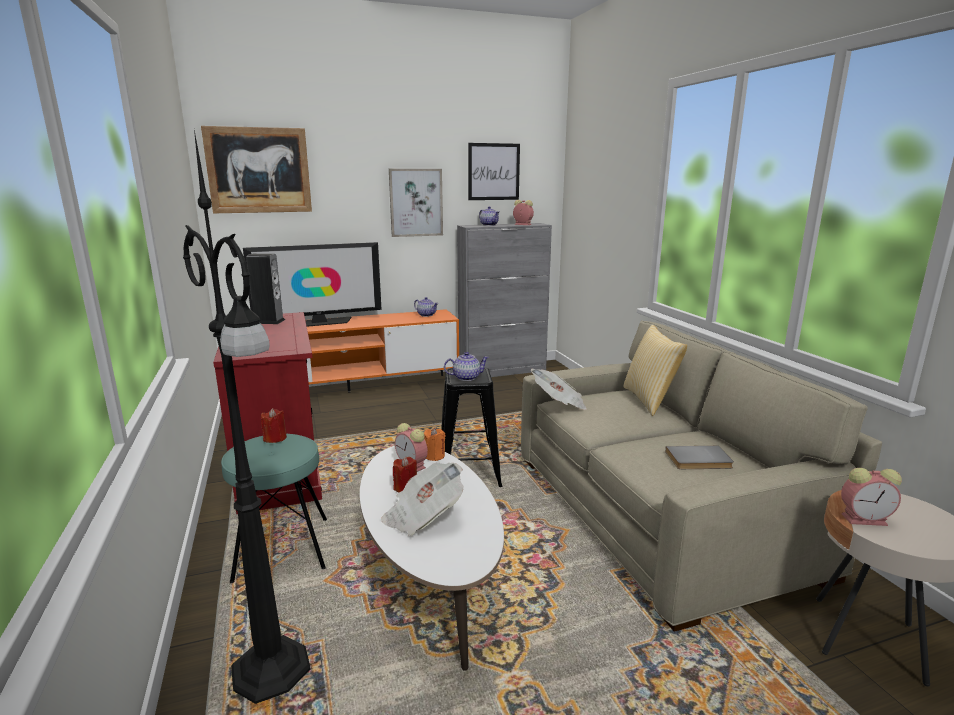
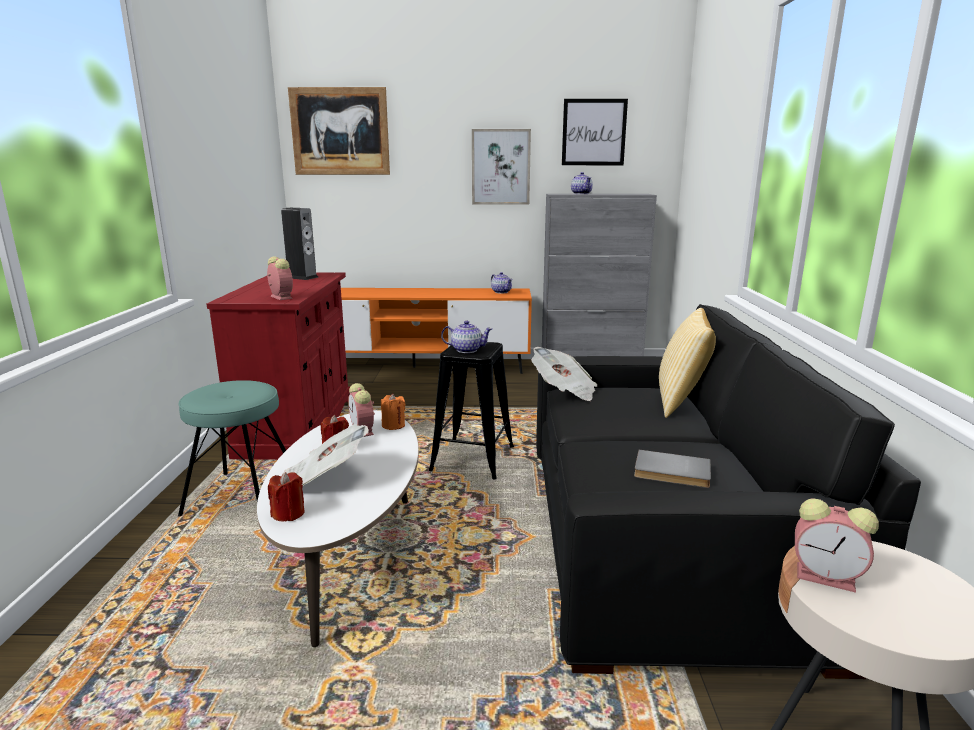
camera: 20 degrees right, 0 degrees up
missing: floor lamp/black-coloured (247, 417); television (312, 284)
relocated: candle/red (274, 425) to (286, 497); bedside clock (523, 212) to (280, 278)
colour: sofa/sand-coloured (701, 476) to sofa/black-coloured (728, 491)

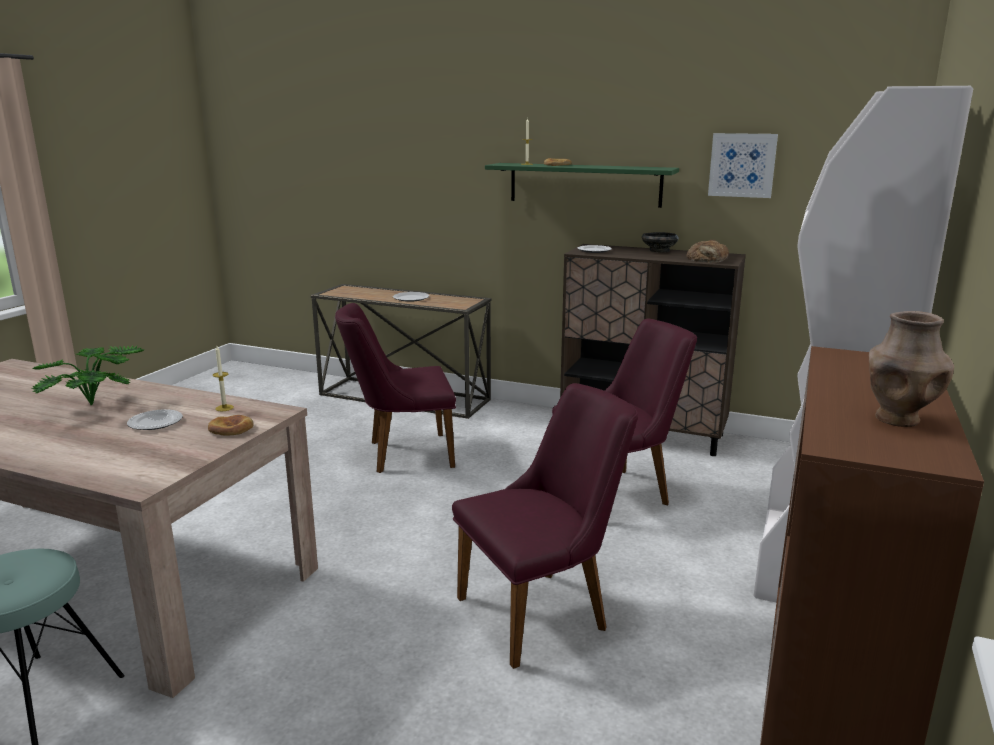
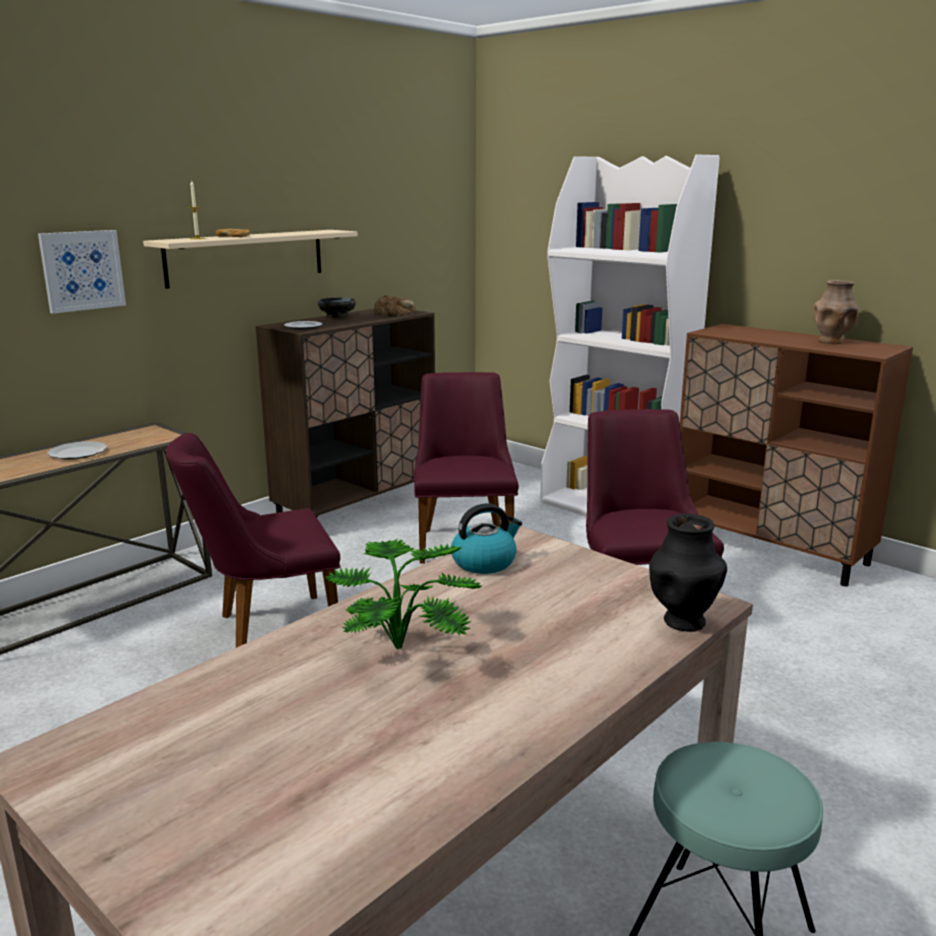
camera: 70 degrees left, 0 degrees up
missing: plate (155, 419); baked bread (231, 425)
appeared: vase/black-coloured (688, 573)
relocated: wall picture (743, 165) to (82, 272)
exchanged: candle (223, 378) to kettle (486, 538)
colour: bracket shelf/green-coloured (582, 185) to bracket shelf/sand-coloured (250, 259)
spun: plain chair/purplish (395, 388) = (253, 540) 60 degrees clockwise

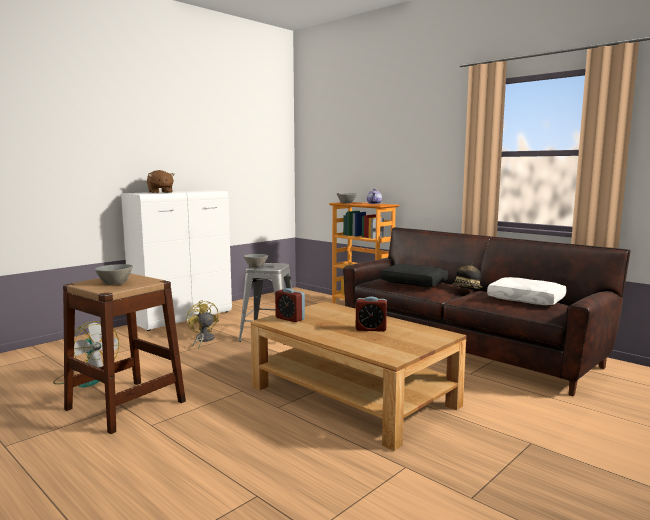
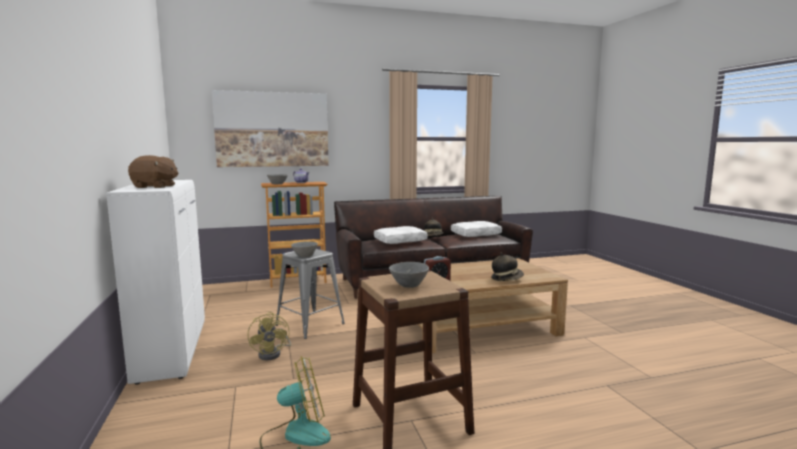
camera: 60 degrees left, 0 degrees up
missing: bedside clock (371, 314)
appeared: wall picture (270, 128); clothing hat (508, 267)
colour: cushion/black-coloured (414, 275) to cushion/white-coloured (400, 235)
spun: fan/yellow (202, 325) = (269, 336) 105 degrees counterclockwise

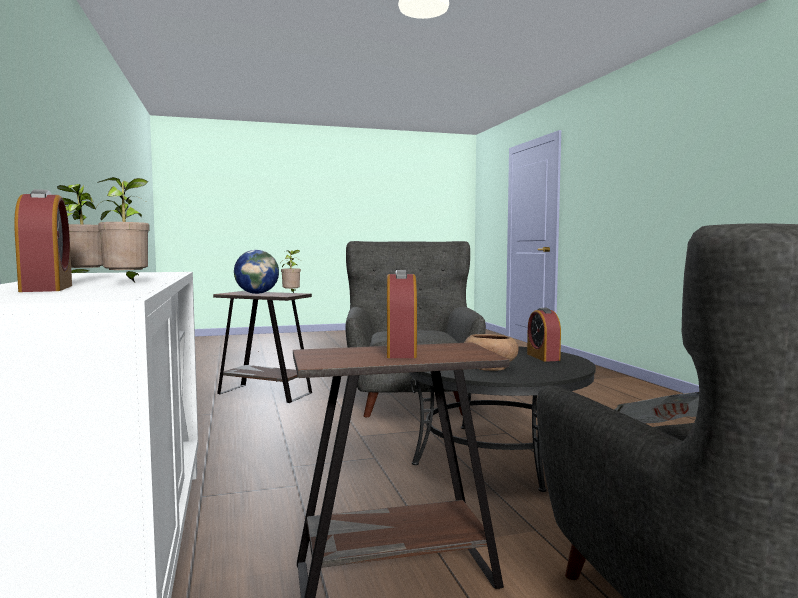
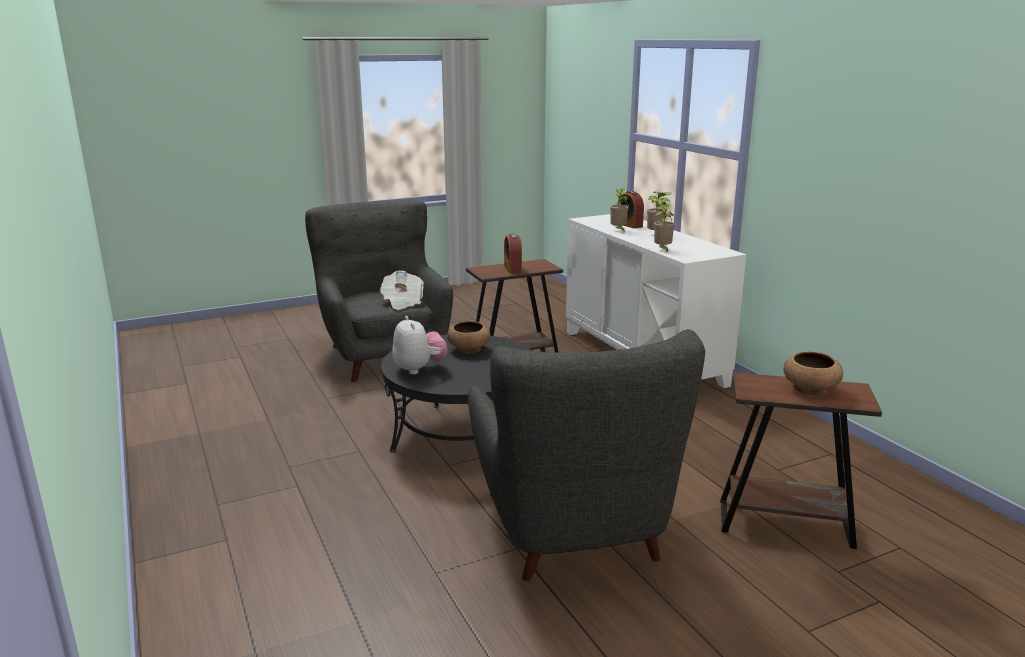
camera: 170 degrees right, 15 degrees up
relocated: potted plant (291, 271) to (664, 227)
exchanged: globe (256, 272) to deep dish/brown-coloured (813, 373); bedside clock (544, 335) to plush toy (420, 345)

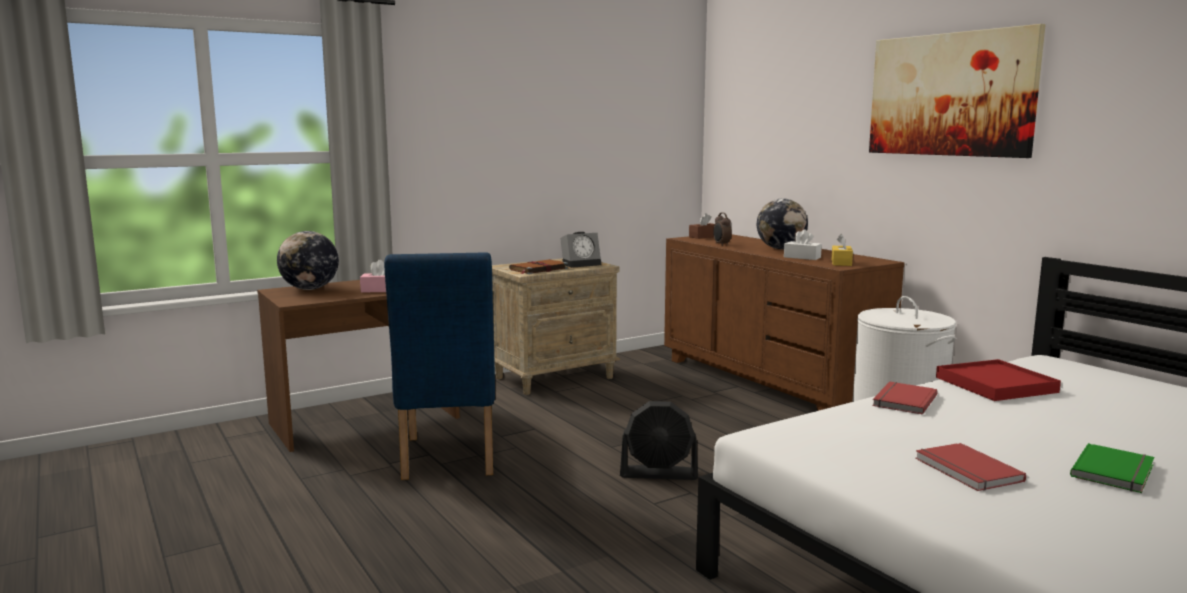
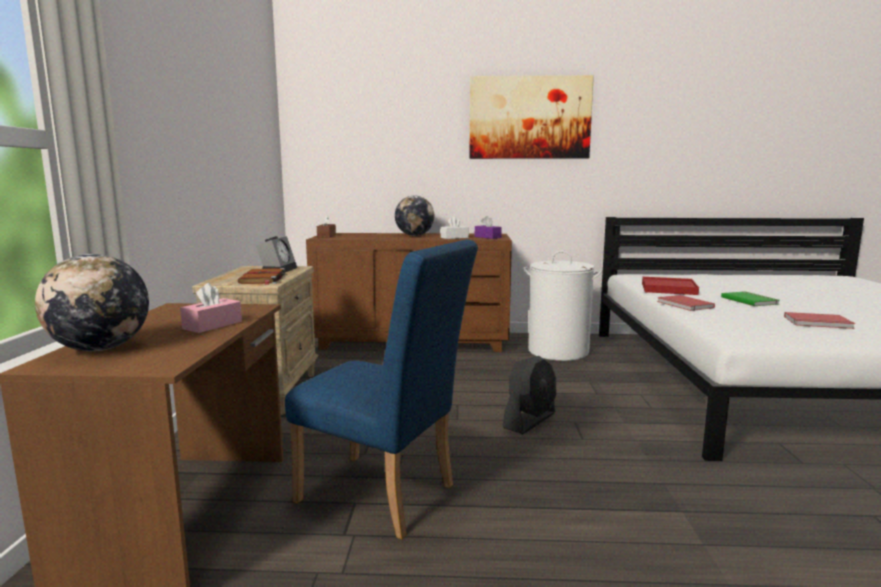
camera: 55 degrees left, 0 degrees up
missing: bedside clock (722, 229)
relocated: bound book/green-coloured (1112, 468) to (750, 298)
colour: tissue box/yellow (842, 250) to tissue box/purplish (488, 227)

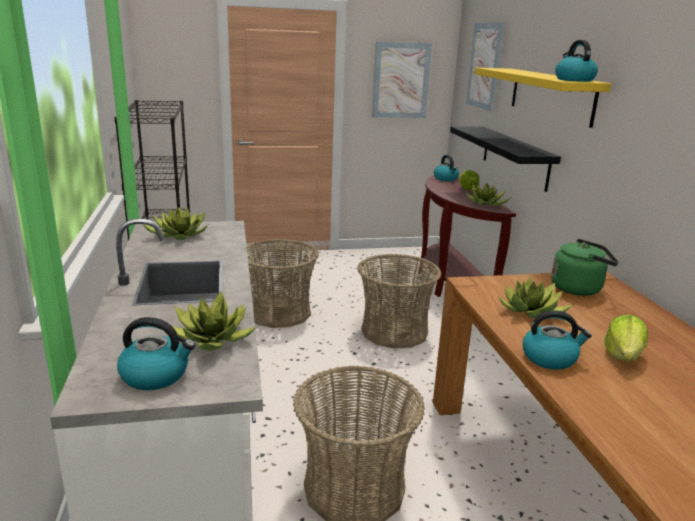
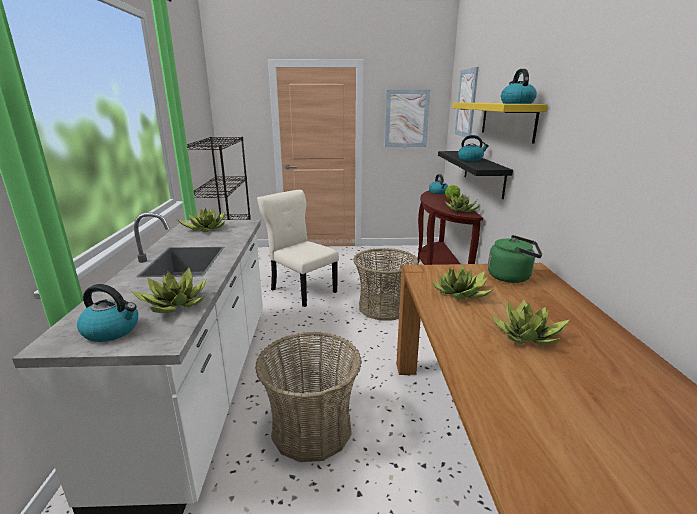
camera: 10 degrees right, 0 degrees up
relocated: kettle (557, 340) to (473, 148)
exchanged: basket (283, 283) to plain chair/sand-coloured (298, 248); lettuce head (626, 338) to potted plant (530, 322)

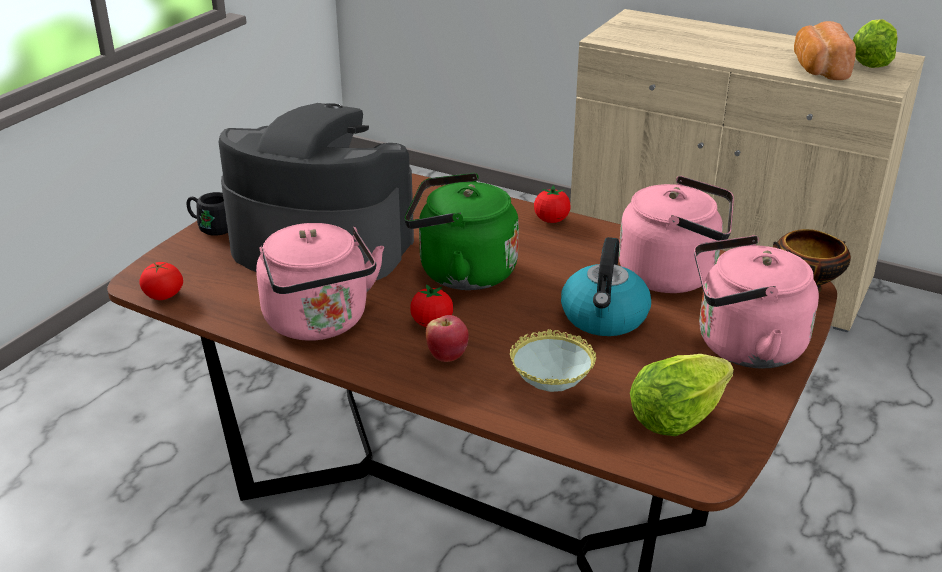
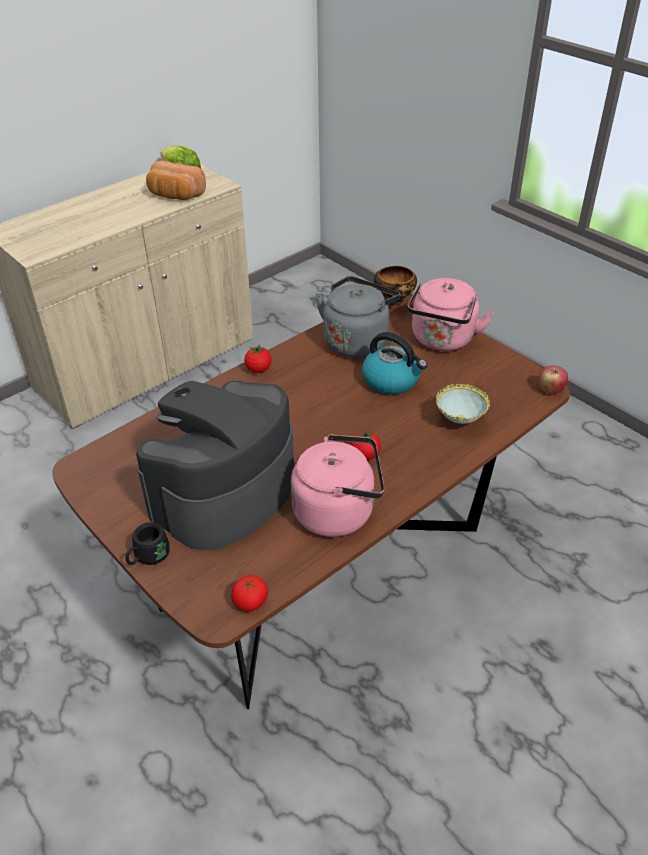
camera: 70 degrees left, 10 degrees up
missing: kettle/green-coloured (461, 231); lettuce head (682, 395)
relocated: apple (447, 338) to (553, 380)
colour: kettle/pink-coloured (676, 234) to kettle/grey (358, 316)

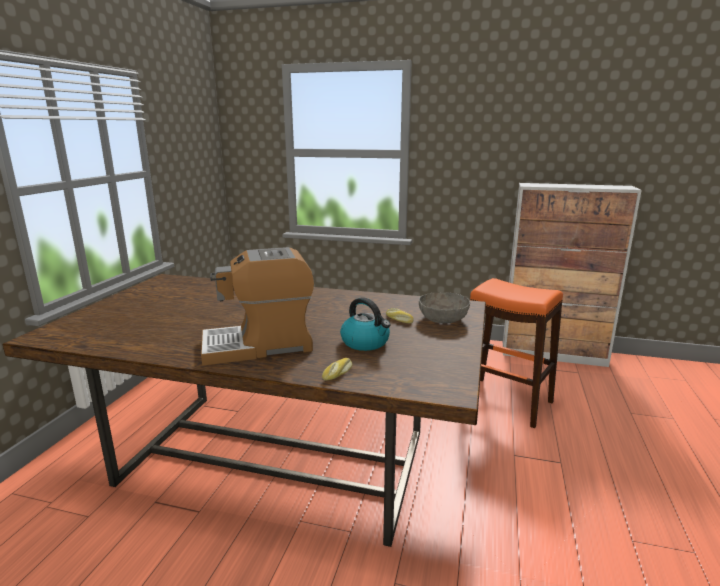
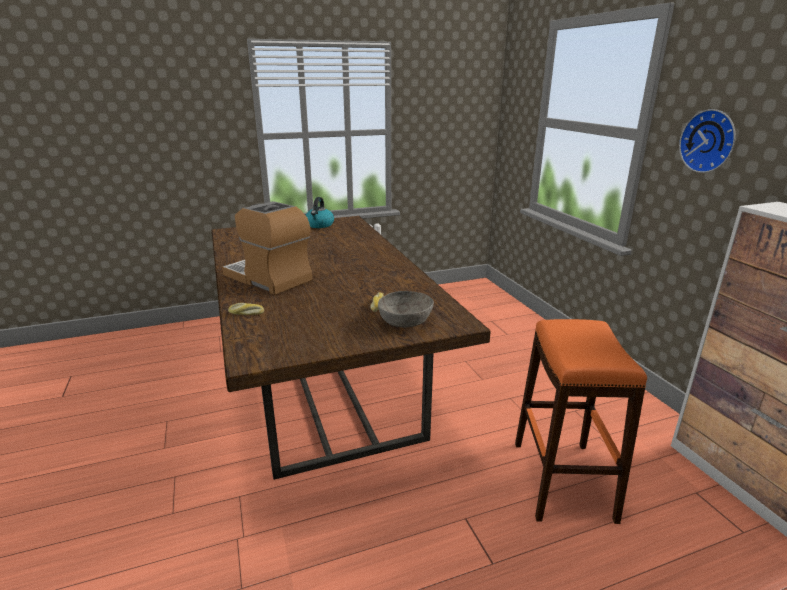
camera: 55 degrees right, 5 degrees up
appeared: wall clock (707, 141)
relocated: kettle (365, 324) to (320, 212)

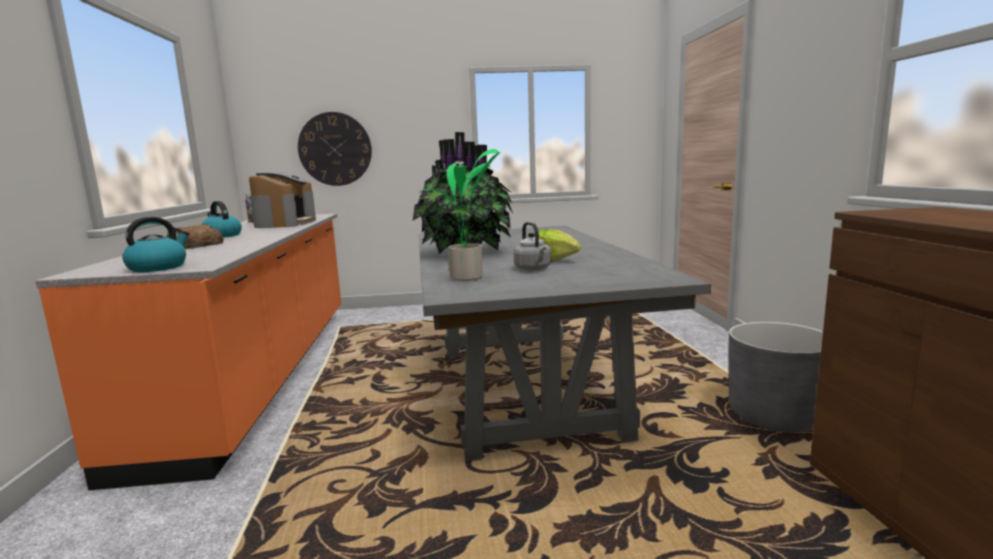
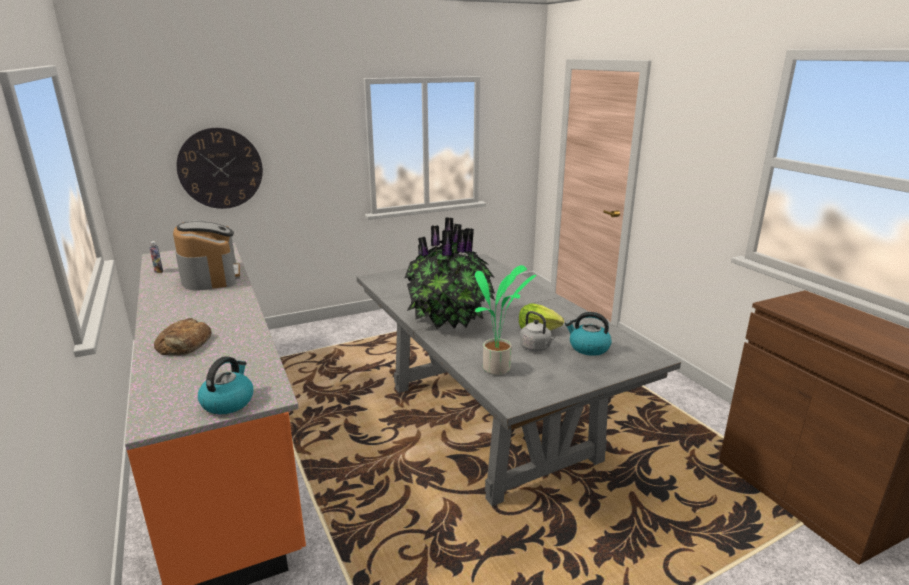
camera: 20 degrees left, 10 degrees up
missing: flower pot/grey (776, 377)
relocated: kettle (222, 219) to (588, 334)

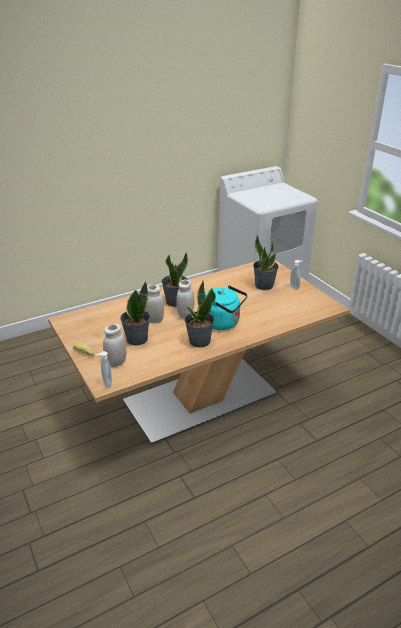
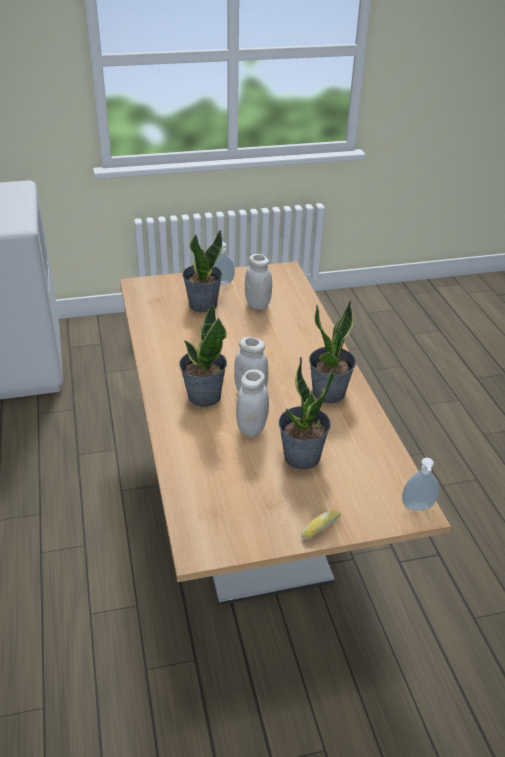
camera: 75 degrees left, 5 degrees up
missing: kettle/blue-green (227, 307)
relocated: preserve jar/white-coloured (115, 345) to (258, 282)

